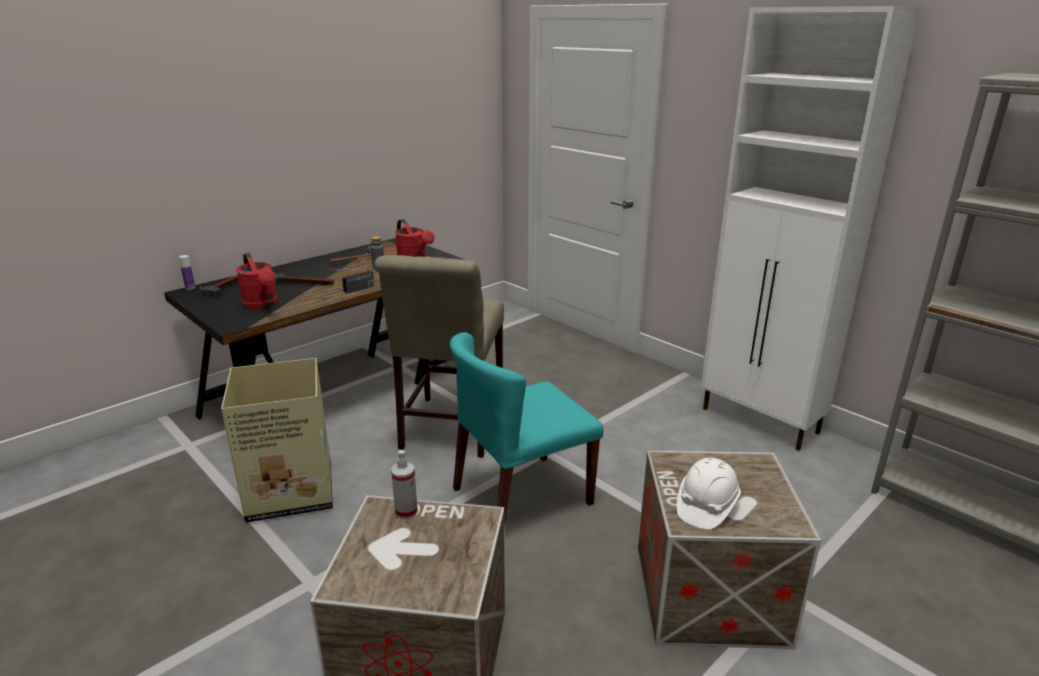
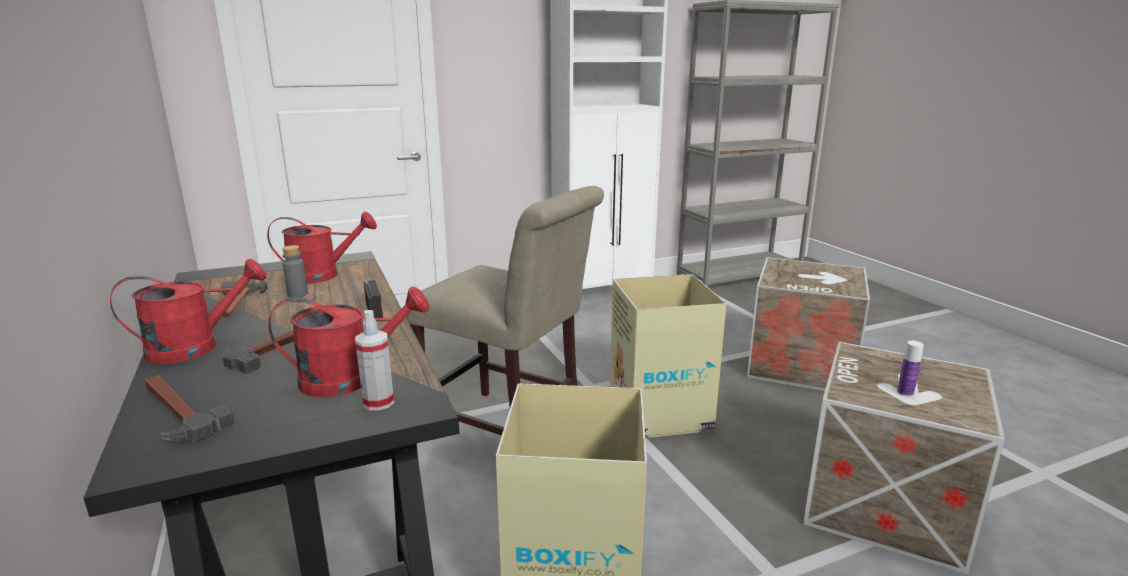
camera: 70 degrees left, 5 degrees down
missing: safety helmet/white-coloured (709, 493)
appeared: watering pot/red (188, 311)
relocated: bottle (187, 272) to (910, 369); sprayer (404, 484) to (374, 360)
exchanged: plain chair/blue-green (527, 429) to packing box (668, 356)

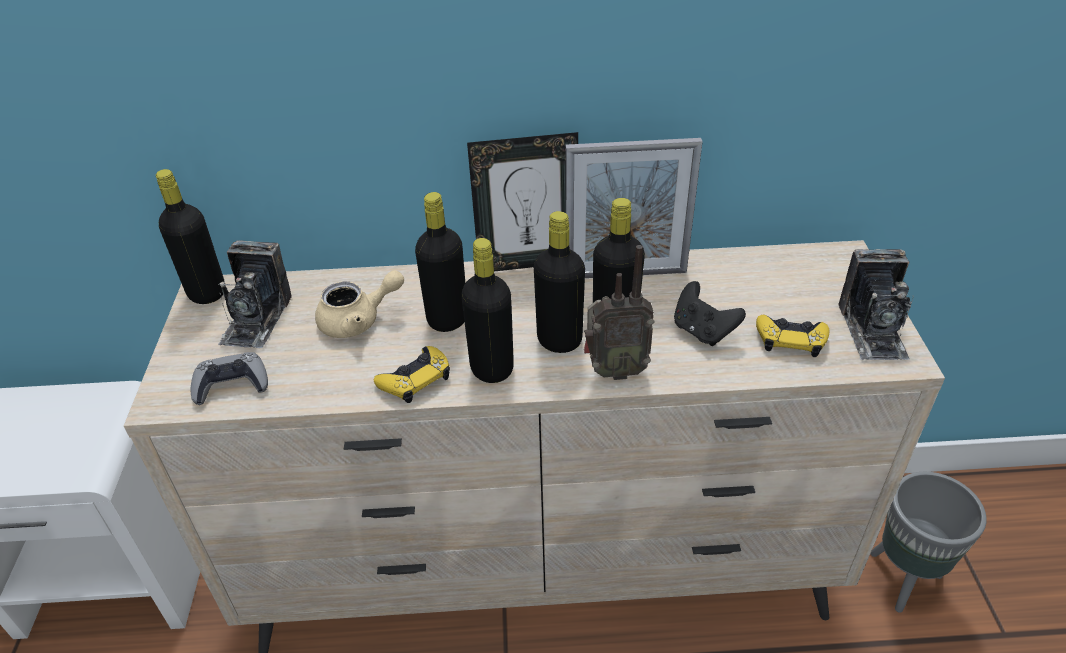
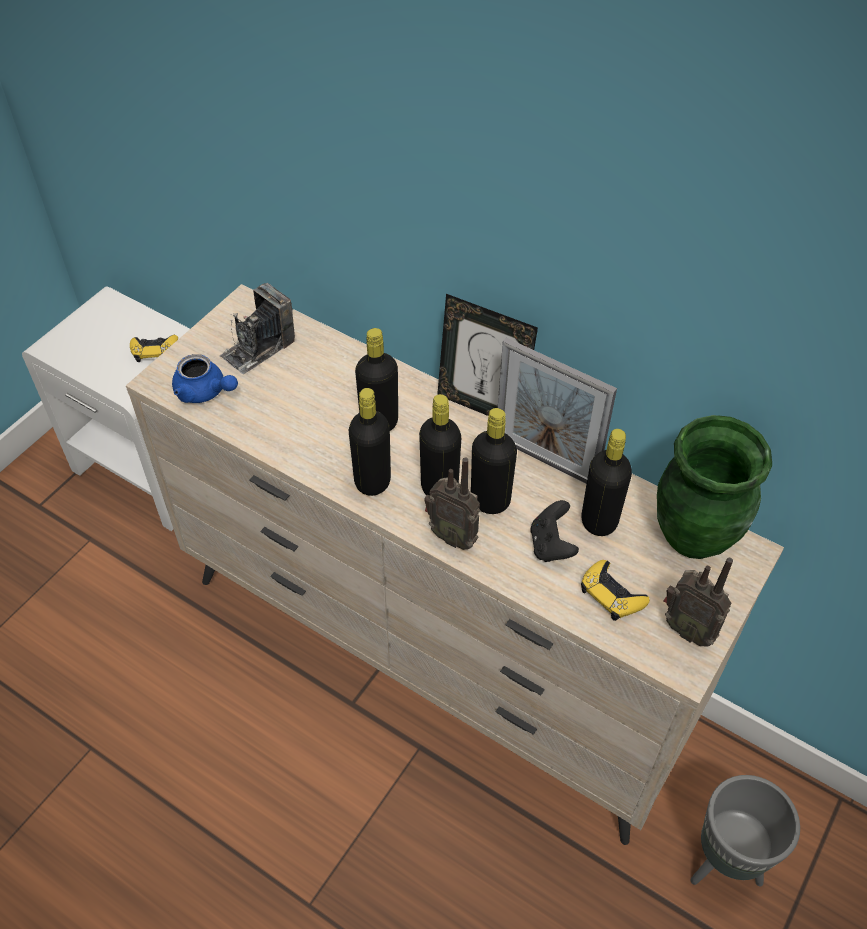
camera: 35 degrees right, 10 degrees up
missing: teapot/sand-coloured (359, 304)
appeared: vase/green-coloured (714, 487)
relocated: bottle/black-coloured (191, 236) to (606, 482); game controller/yellow (412, 374) to (154, 348)
exchanged: game controller/grey (229, 378) to teapot/blue (205, 378); photo camera (875, 304) to radio set (698, 602)

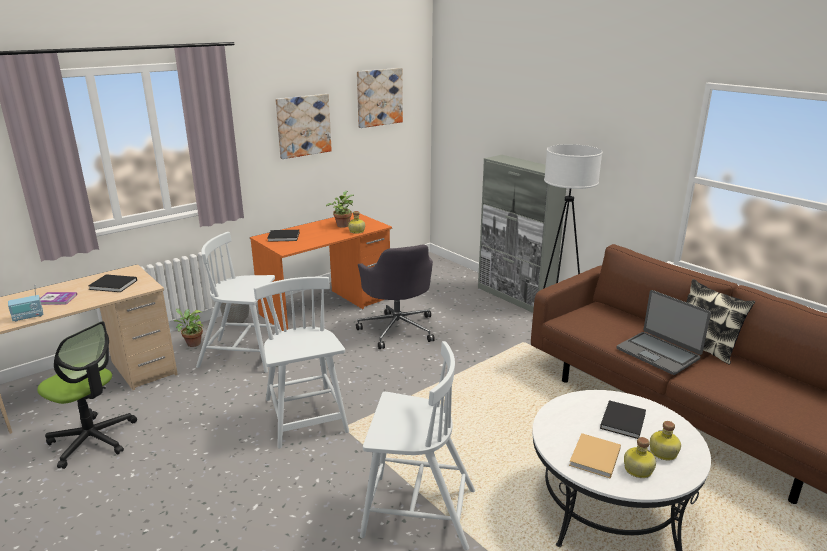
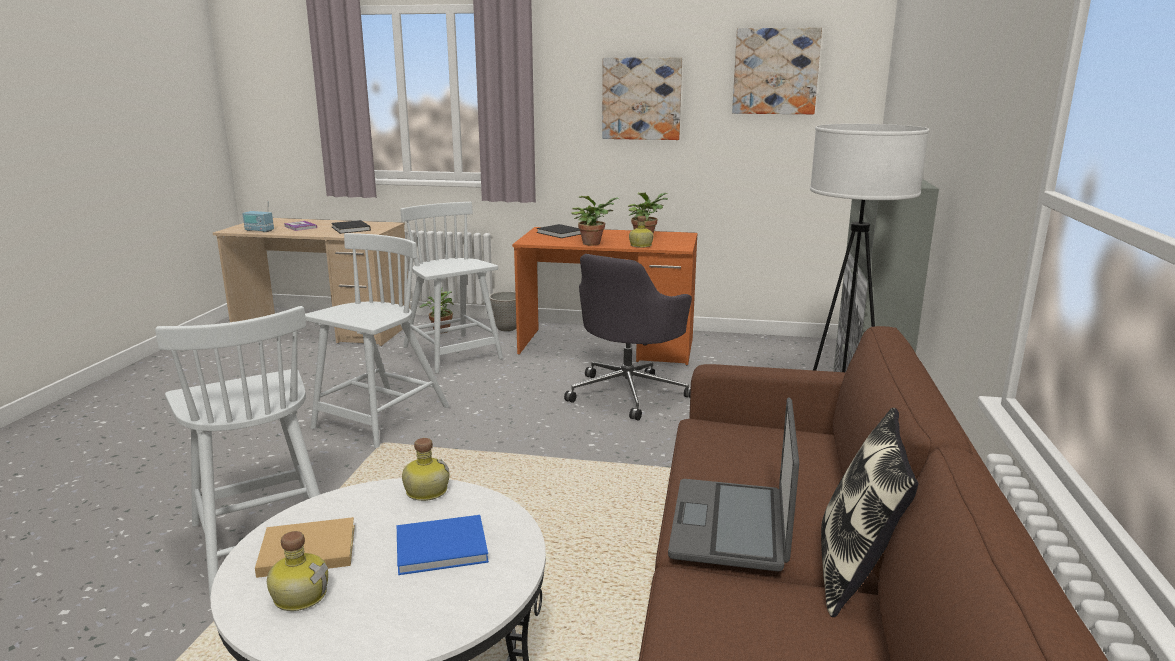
camera: 50 degrees right, 5 degrees down
missing: computer chair (87, 395)
appeared: potted plant (595, 221)
relocated: bottle (665, 440) to (425, 469)
colour: bound book/black-coloured (623, 419) to bound book/blue (443, 545)

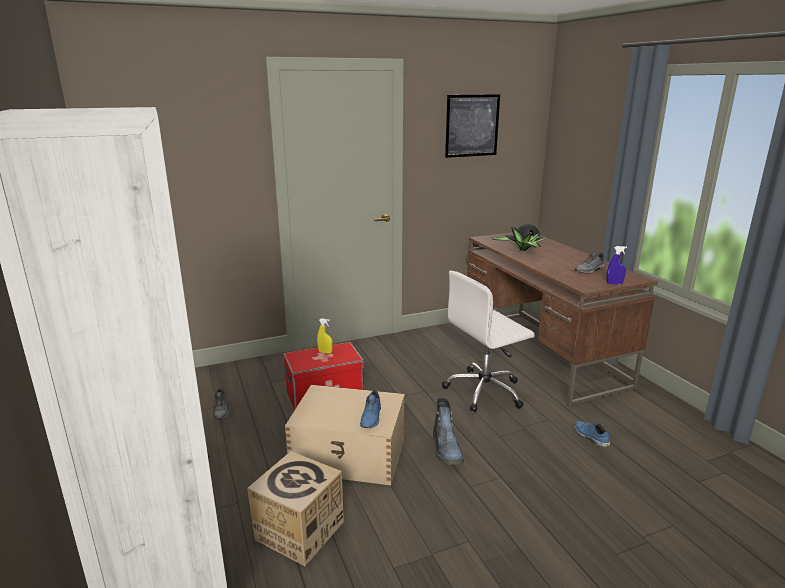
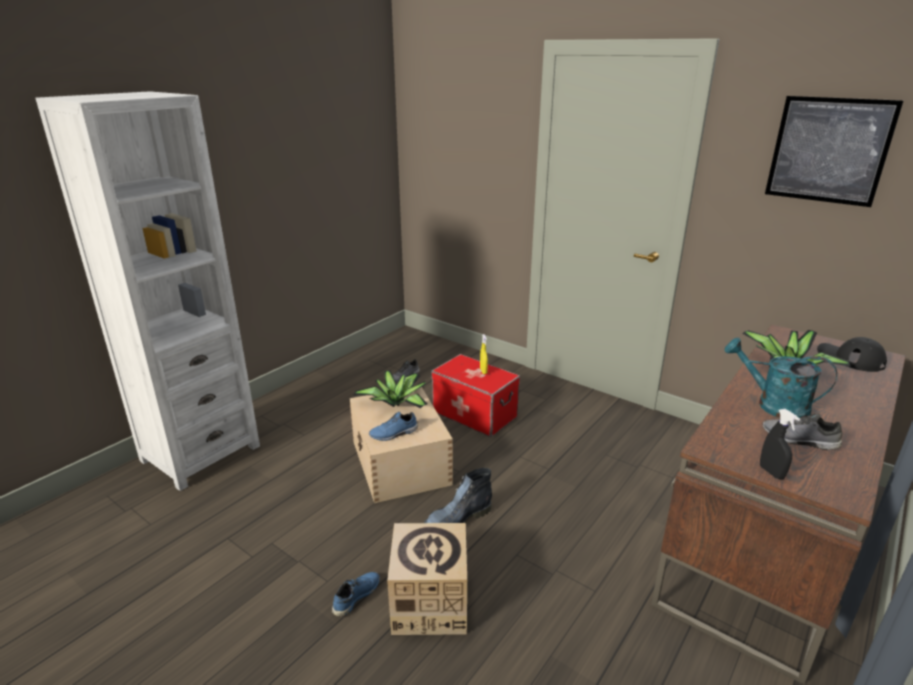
camera: 60 degrees right, 5 degrees up
missing: computer chair/white-coloured (488, 342)
appeared: potted plant (390, 389); watering pot/blue-green (780, 377)
relocated: packing box (295, 508) to (427, 579); shoe/blue (592, 434) to (356, 594)
colour: sprayer/blue (616, 265) to sprayer/black-coloured (780, 444)

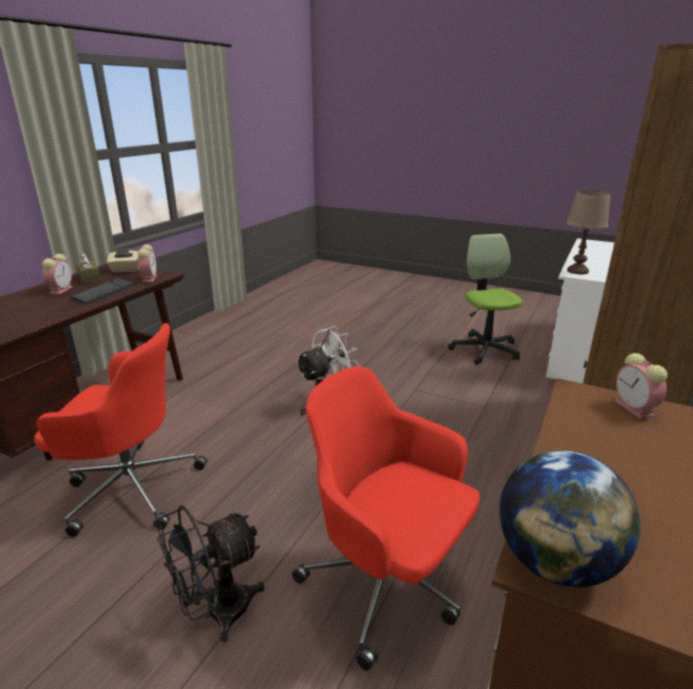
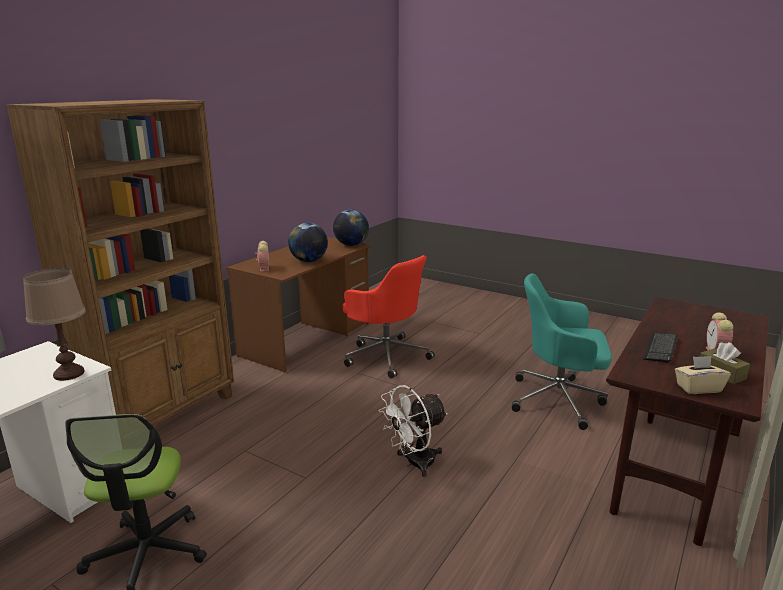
camera: 175 degrees left, 5 degrees down
missing: bedside clock (147, 263); fan/black-coloured (210, 573)
appeared: globe (308, 242)
colour: computer chair/red (120, 430) to computer chair/blue-green (562, 351)

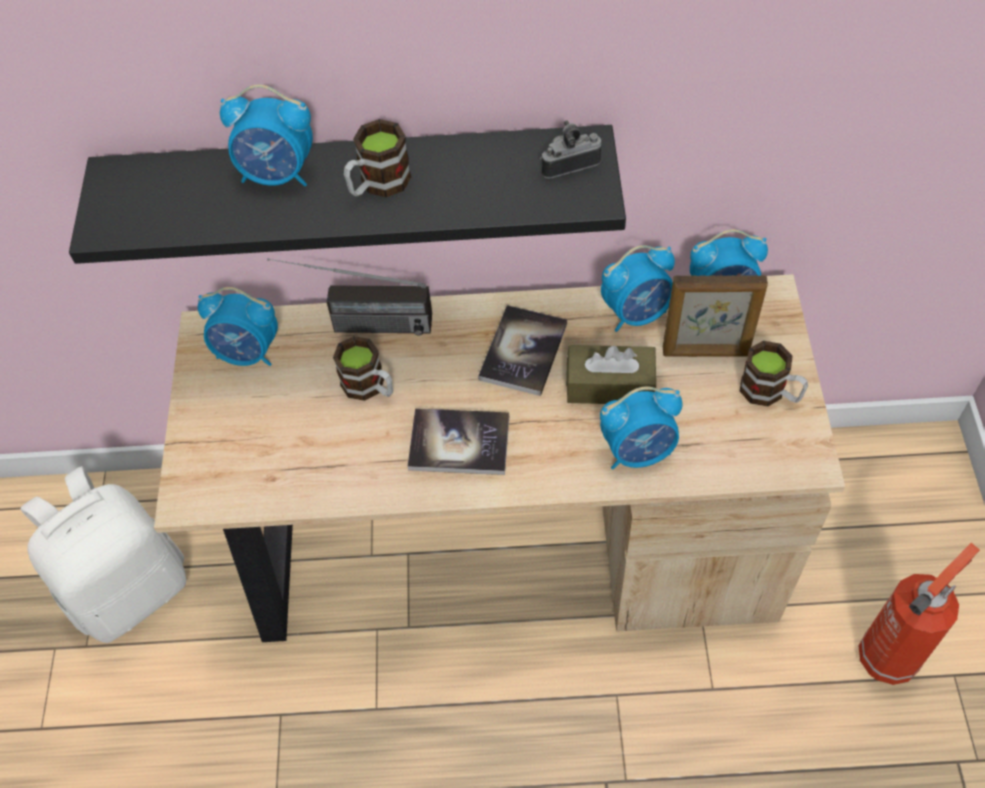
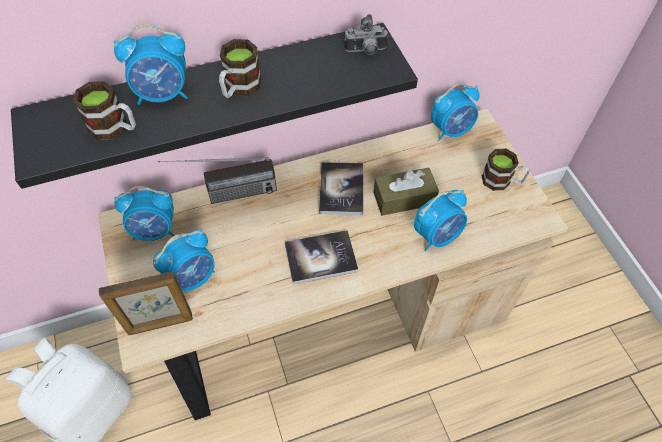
camera: 20 degrees left, 0 degrees up
missing: extinguisher (919, 614)
relocated: mug (363, 368) to (104, 110); bedside clock (638, 288) to (184, 260); standing frame (715, 316) to (146, 303)
spun: photo camera (570, 149) = (366, 34) 150 degrees counterclockwise

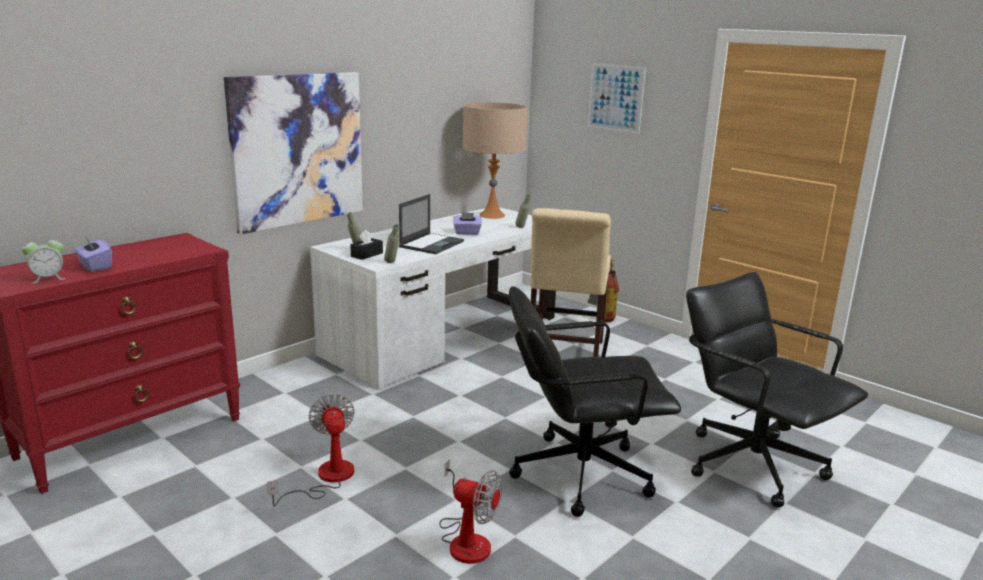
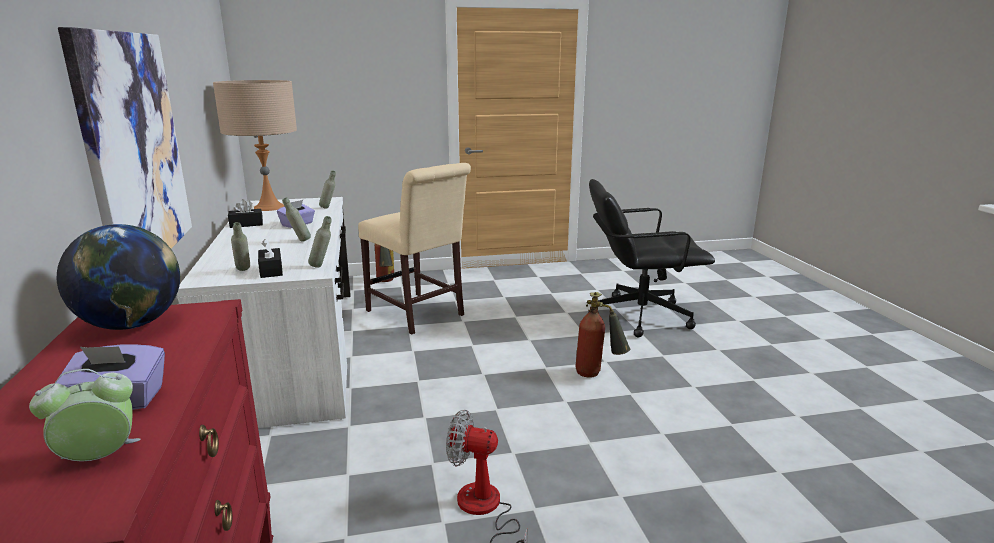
camera: 55 degrees left, 0 degrees up
missing: fan (470, 512); wall picture (616, 98)
appeared: globe (119, 277); tissue box/black-coloured (245, 213)
exchanged: portable computer (431, 224) to bottle/grey (296, 219); computer chair/black-coloured (595, 401) to extinguisher (602, 335)
spun: bedside clock (44, 259) = (84, 415) 120 degrees counterclockwise

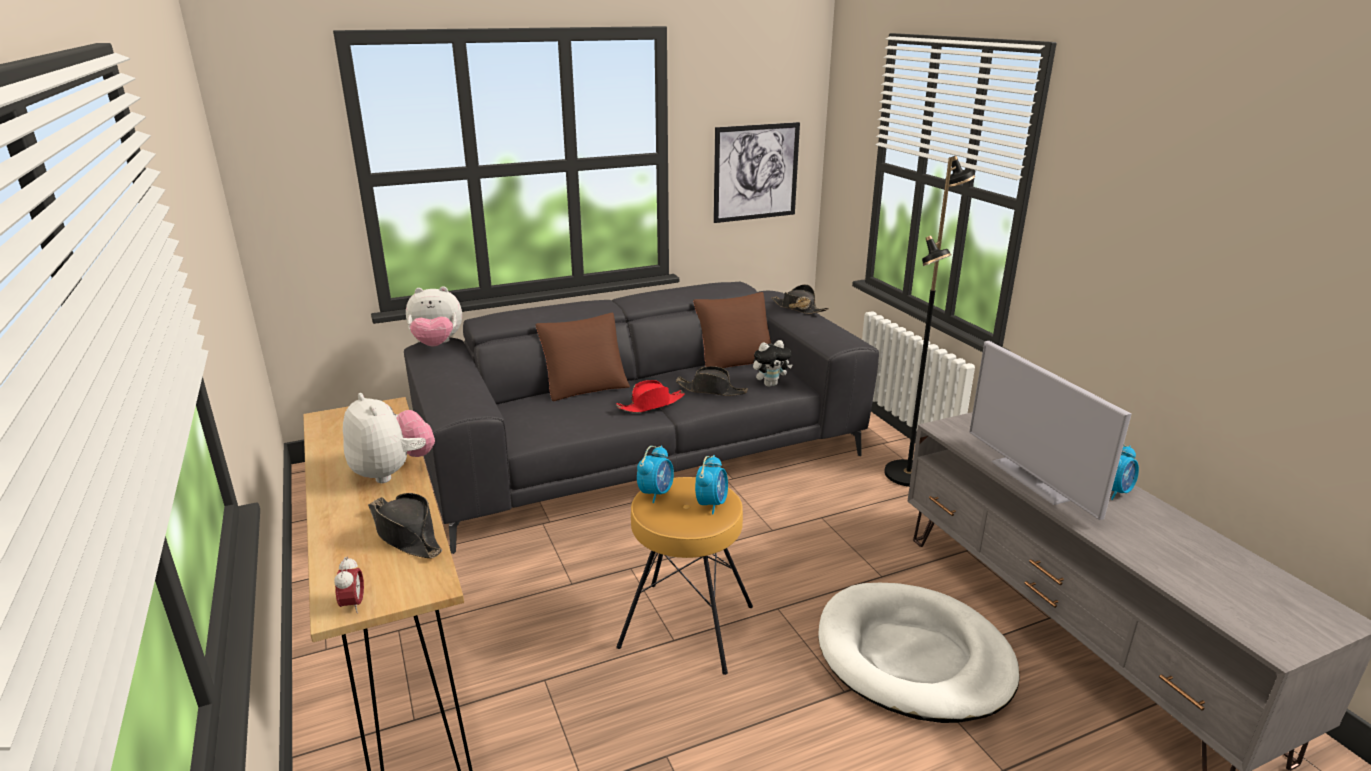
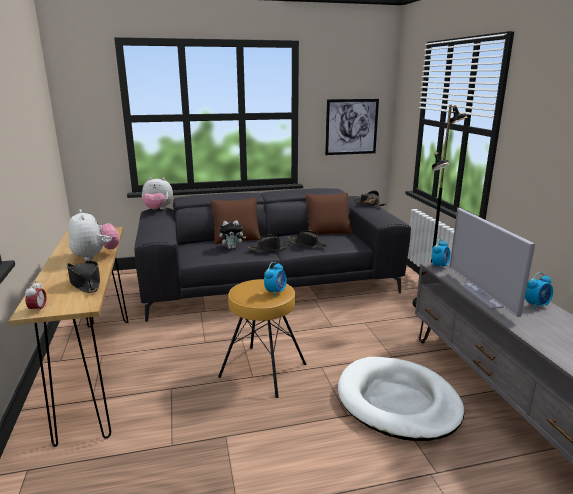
camera: 10 degrees right, 5 degrees down
relocated: bedside clock (655, 474) to (440, 254); plush toy (773, 363) to (232, 234)
colour: clothing hat/red (650, 396) to clothing hat/black-coloured (269, 243)

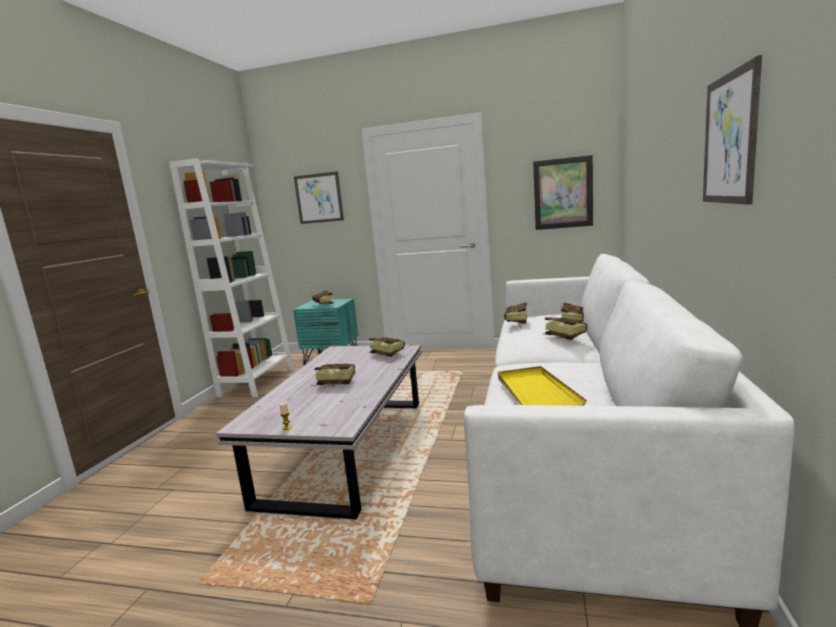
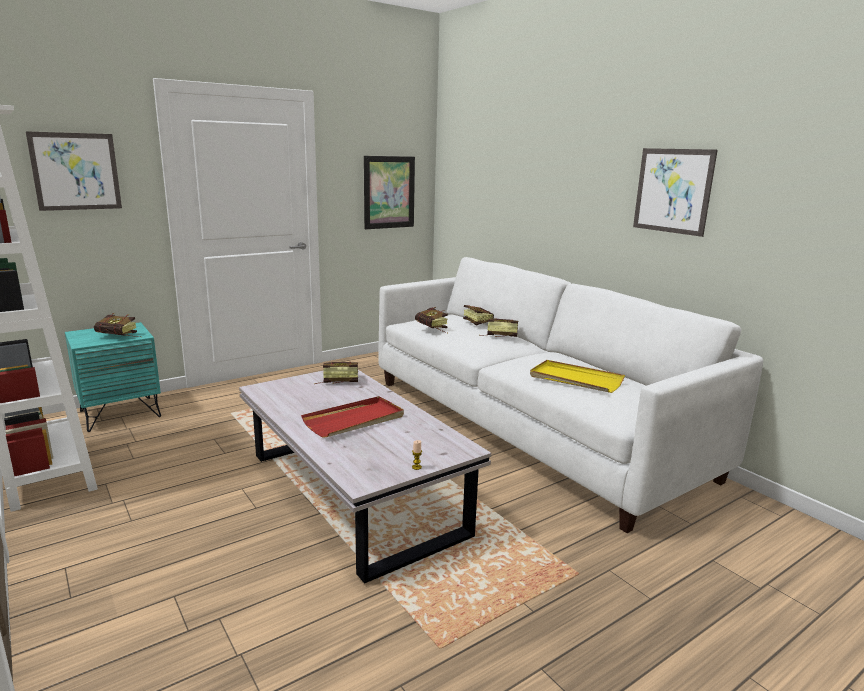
camera: 50 degrees left, 5 degrees up
exchanged: bound book (333, 375) to tray/red (352, 416)

